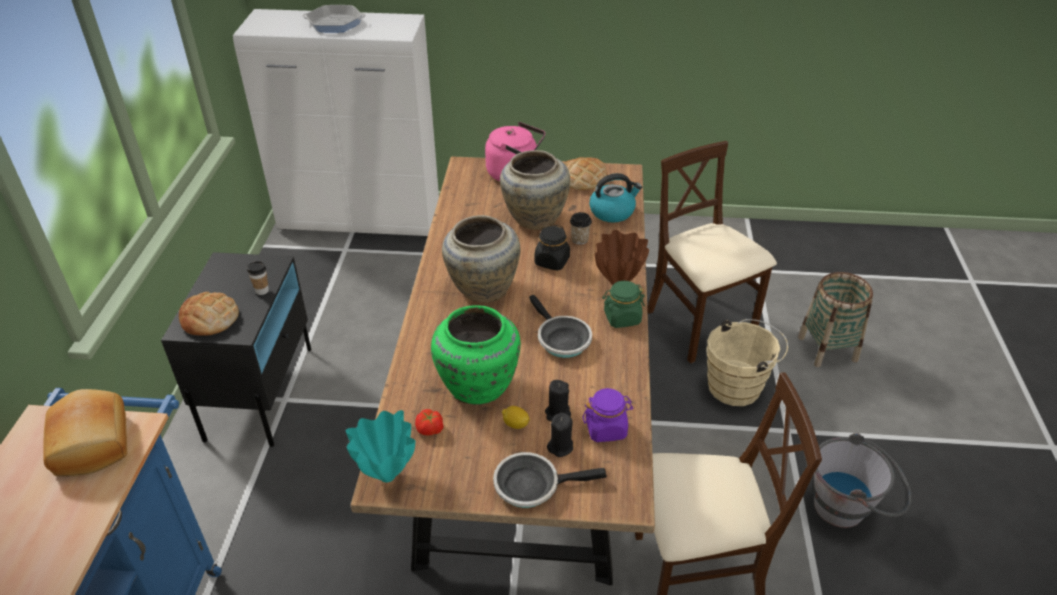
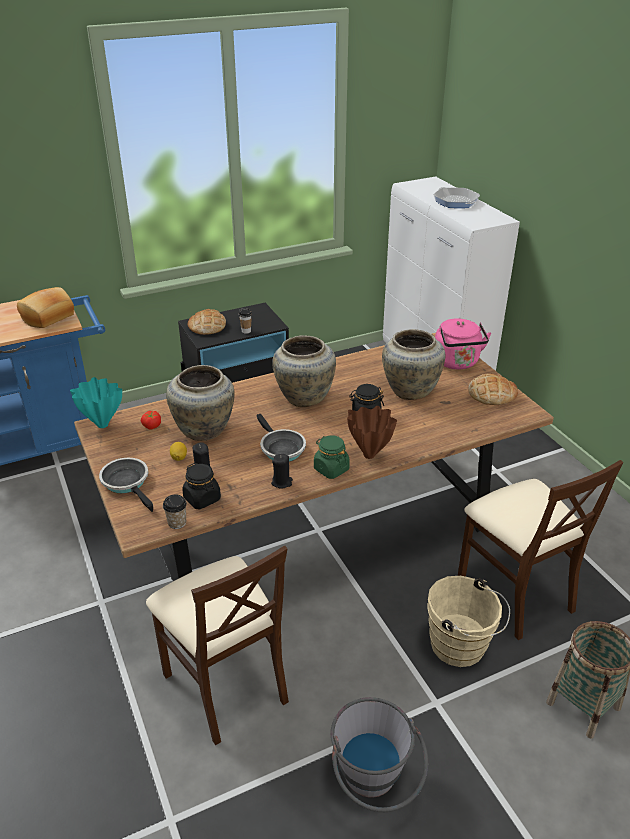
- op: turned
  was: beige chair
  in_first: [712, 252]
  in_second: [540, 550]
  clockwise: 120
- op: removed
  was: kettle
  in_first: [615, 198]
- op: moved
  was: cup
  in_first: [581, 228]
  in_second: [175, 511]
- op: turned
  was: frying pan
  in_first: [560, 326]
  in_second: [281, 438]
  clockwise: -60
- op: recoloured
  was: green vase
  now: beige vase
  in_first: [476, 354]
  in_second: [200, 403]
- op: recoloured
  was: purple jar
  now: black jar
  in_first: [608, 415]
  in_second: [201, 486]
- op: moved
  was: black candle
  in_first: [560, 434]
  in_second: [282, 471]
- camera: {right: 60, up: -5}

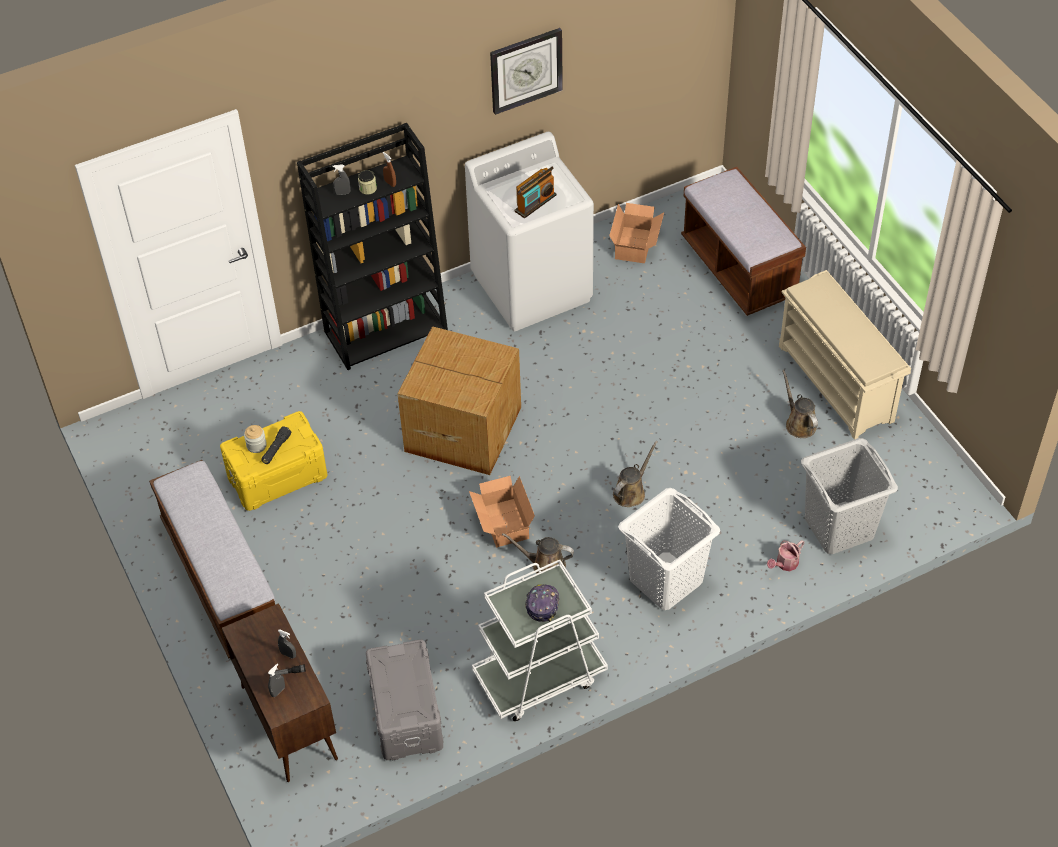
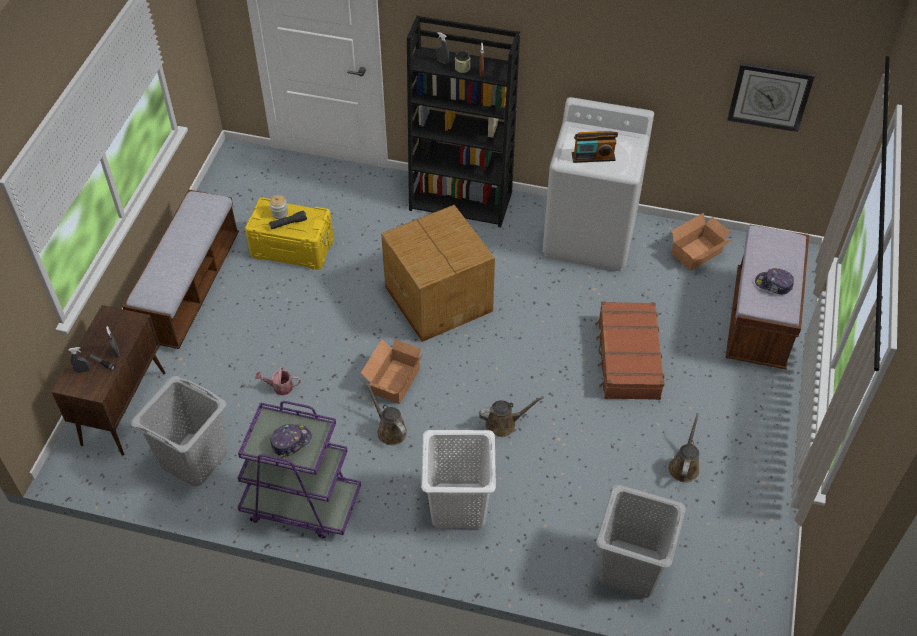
- op: moved
  was: wall clock
  in_first: [526, 71]
  in_second: [771, 97]
- op: removed
  was: beige shoe rack
  in_first: [845, 354]
- op: moved
  was: watering can
  in_first: [785, 555]
  in_second: [278, 381]
- op: recoloured
  was: white cart
  now: purple cart
  in_first: [540, 640]
  in_second: [299, 469]
- op: replaced
  was: grey storage box
  now: grey laundry basket
  in_first: [405, 699]
  in_second: [179, 431]
- op: added
  now: cap
  in_second: [774, 281]
- op: added
  now: brown suitcase
  in_second: [630, 351]
- camera: {right: 40, up: 0}

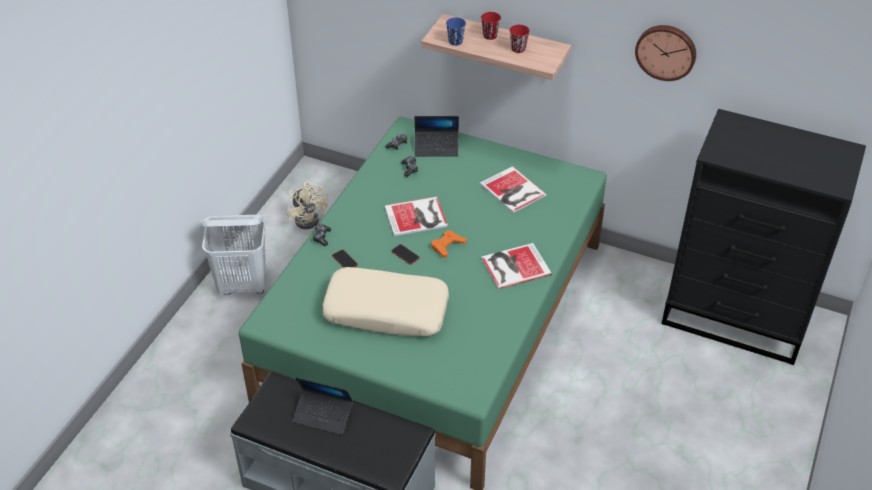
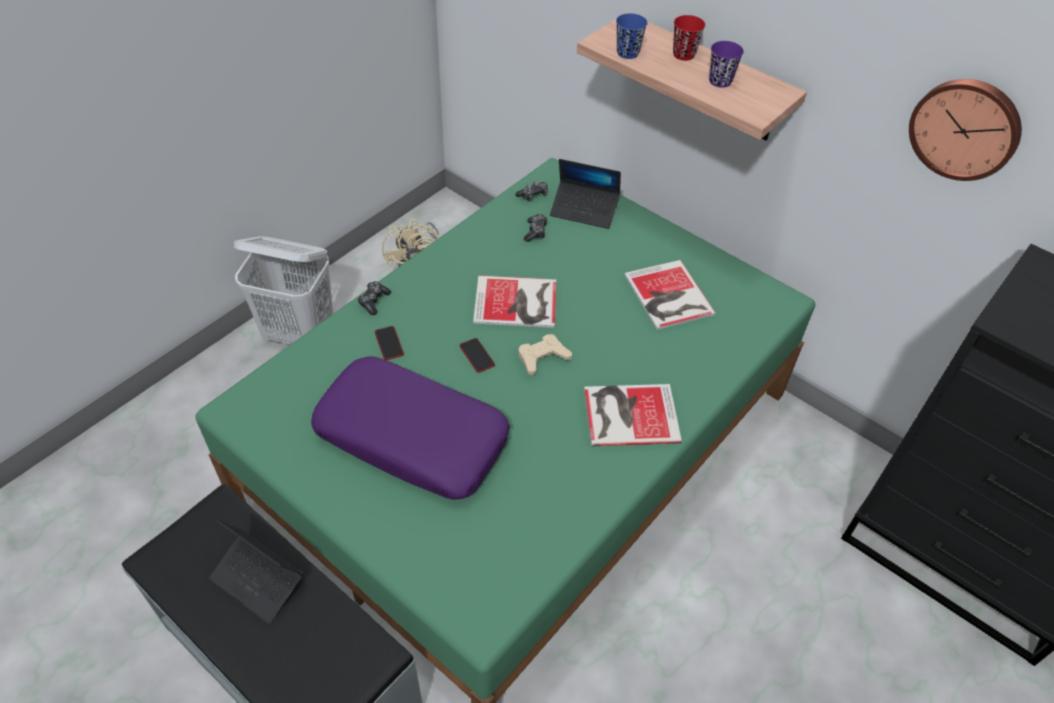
- op: recoloured
  was: red cup
  now: purple cup
  in_first: [519, 39]
  in_second: [726, 64]
- op: recoloured
  was: orange game controller
  now: beige game controller
  in_first: [449, 244]
  in_second: [545, 355]
- op: recoloured
  was: beige pillow
  now: purple pillow
  in_first: [385, 301]
  in_second: [410, 428]
- camera: {right: 15, up: 5}

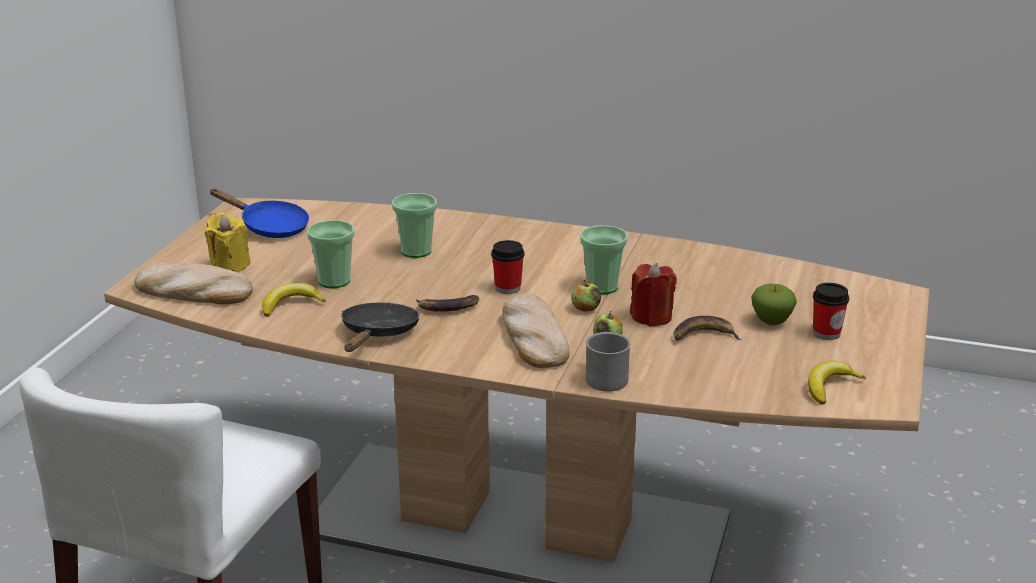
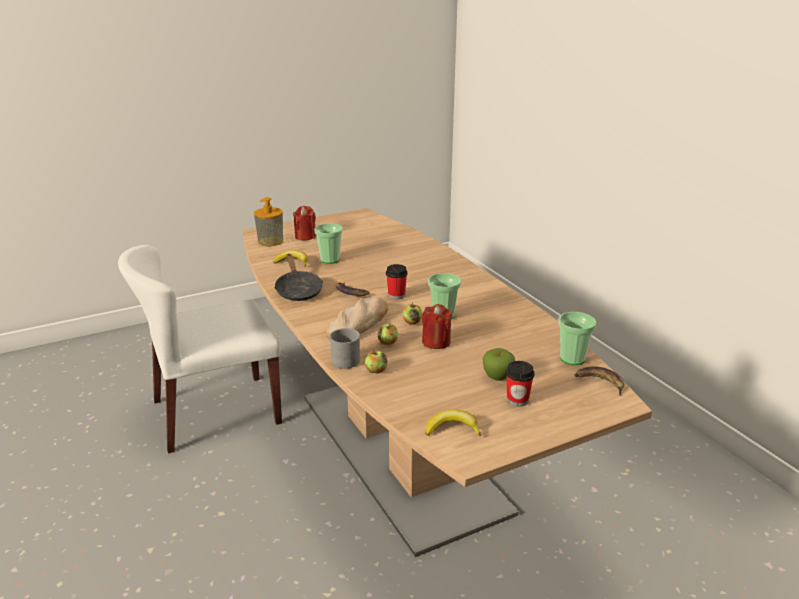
- op: removed
  was: blue frying pan
  in_first: [259, 213]
- op: moved
  was: cup
  in_first: [414, 225]
  in_second: [577, 338]
- op: recoloured
  was: yellow candle
  now: red candle
  in_first: [228, 242]
  in_second: [304, 223]
- op: replaced
  was: bread
  now: soap dispenser
  in_first: [193, 282]
  in_second: [268, 221]
- op: turned
  was: black frying pan
  in_first: [380, 327]
  in_second: [298, 277]
  clockwise: 105
- op: moved
  was: banana
  in_first: [707, 328]
  in_second: [600, 381]
- op: added
  now: apple
  in_second: [376, 361]
- camera: {right: 45, up: 0}

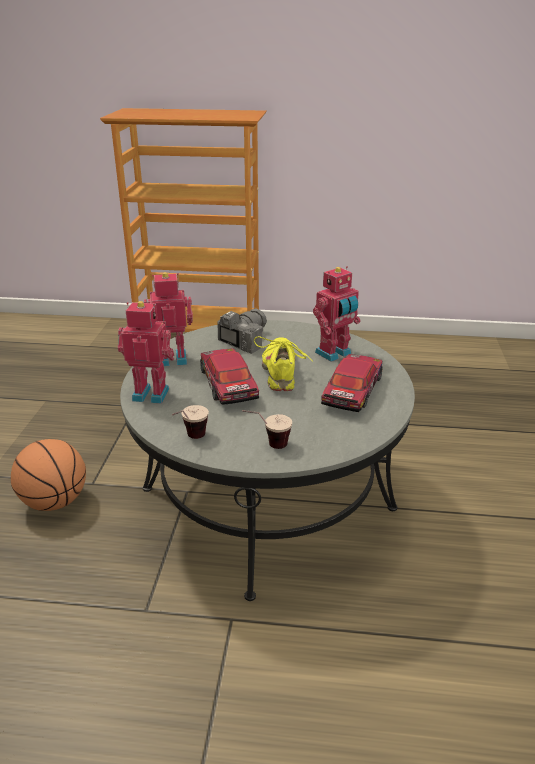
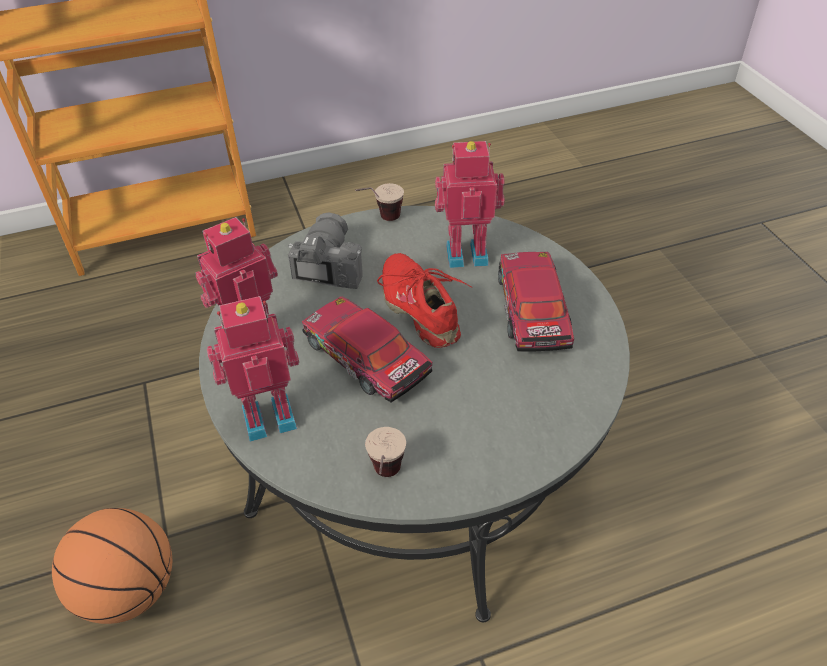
- op: turned
  was: toy robot
  in_first: [336, 314]
  in_second: [470, 204]
  clockwise: -120
- op: recoloured
  was: yellow shoe
  now: red shoe
  in_first: [283, 363]
  in_second: [424, 300]
- op: moved
  was: cup
  in_first: [267, 429]
  in_second: [379, 202]
- camera: {right: -25, up: 15}

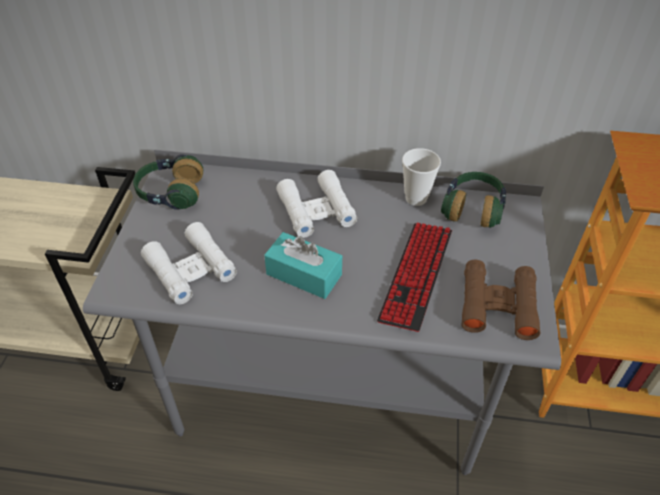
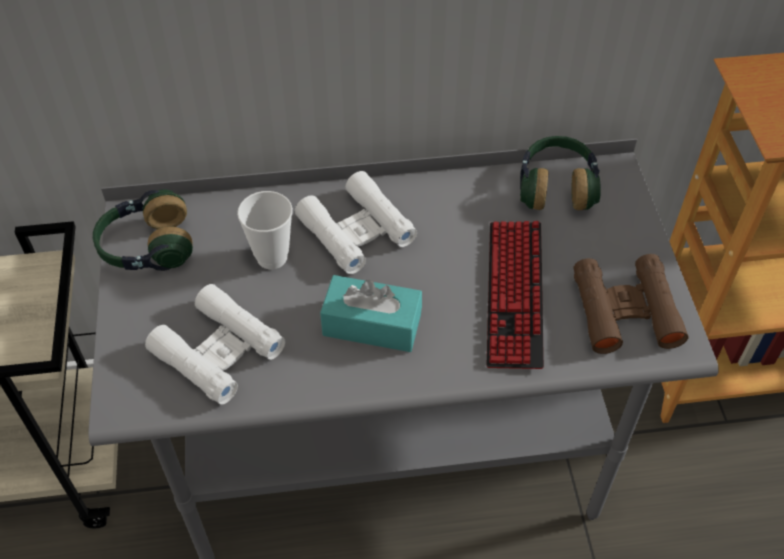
- op: moved
  was: cup
  in_first: [421, 177]
  in_second: [265, 230]
- camera: {right: -15, up: 5}

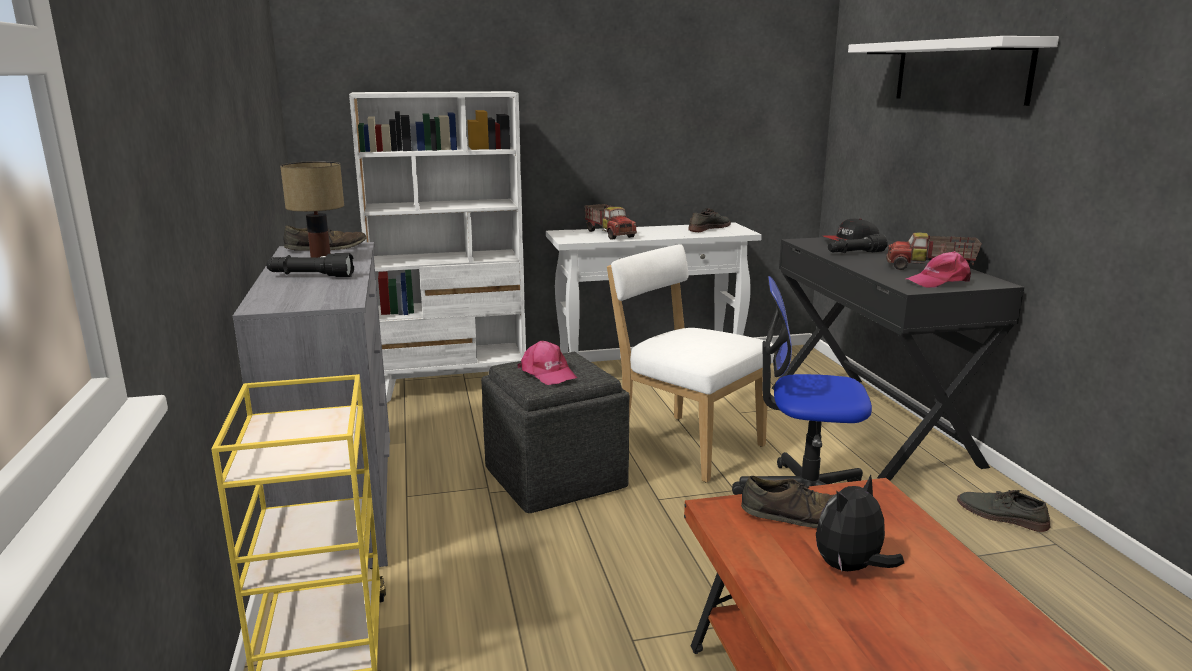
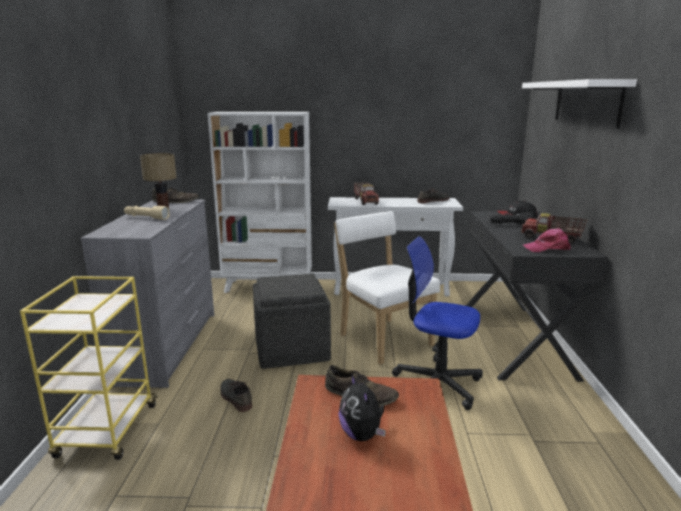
- op: recoloured
  was: black flashlight
  now: beige flashlight
  in_first: [310, 265]
  in_second: [147, 212]
- op: removed
  was: pink cap
  in_first: [547, 363]
- op: turned
  was: plush toy
  in_first: [860, 523]
  in_second: [362, 407]
  clockwise: -90
- op: moved
  was: grey shoe
  in_first: [1003, 511]
  in_second: [236, 395]
- camera: {right: 15, up: 0}

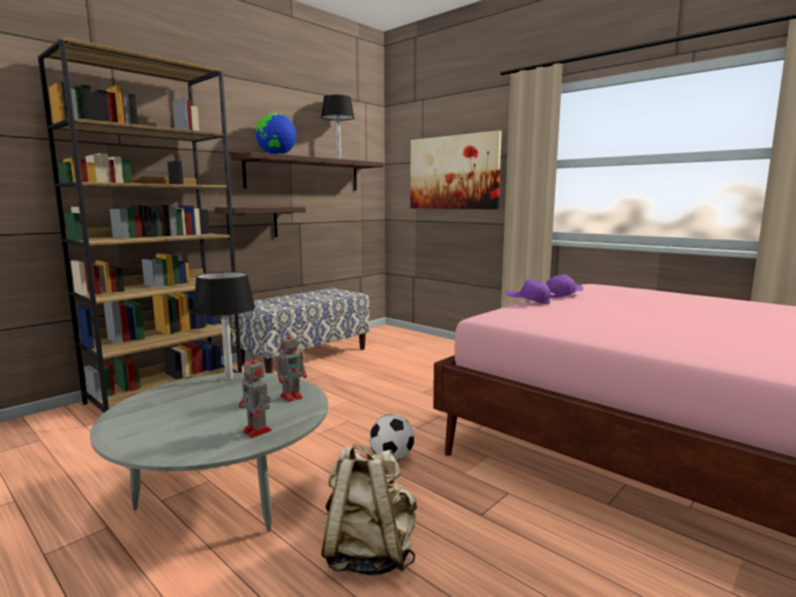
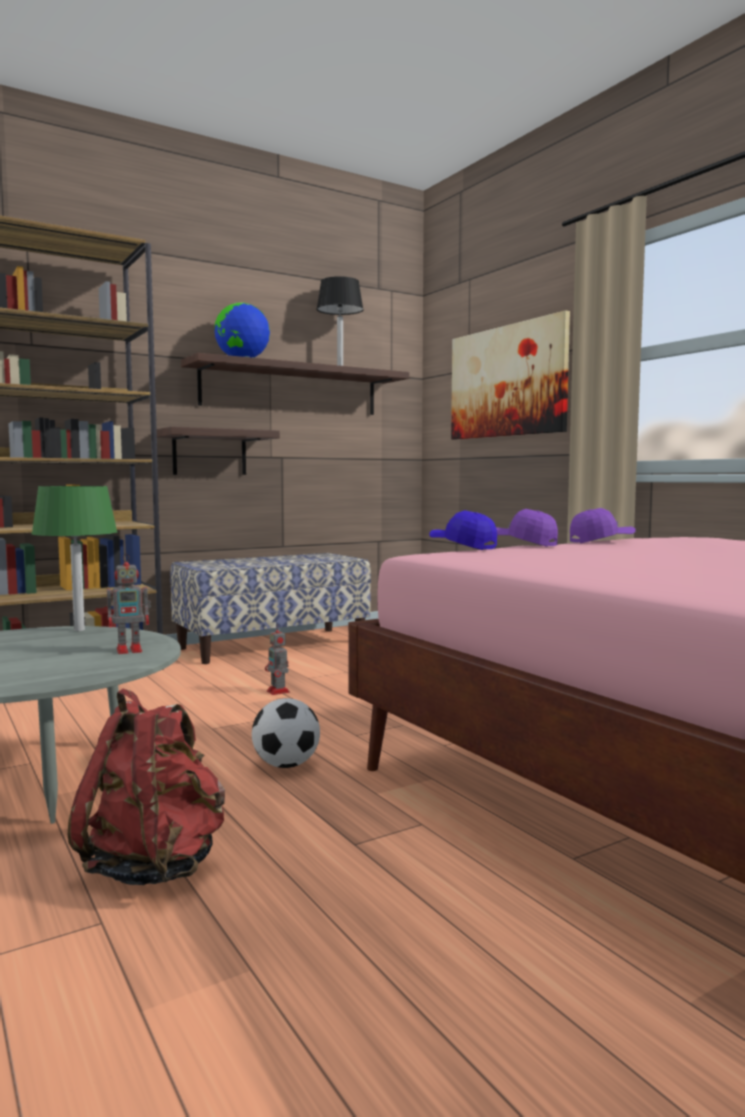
- op: recoloured
  was: black table lamp
  now: green table lamp
  in_first: [224, 326]
  in_second: [74, 558]
- op: moved
  was: toy robot
  in_first: [255, 395]
  in_second: [277, 659]
- op: recoloured
  was: beige backpack
  now: red backpack
  in_first: [369, 510]
  in_second: [146, 787]
- op: added
  now: blue cap
  in_second: [463, 530]
- camera: {right: 15, up: -5}

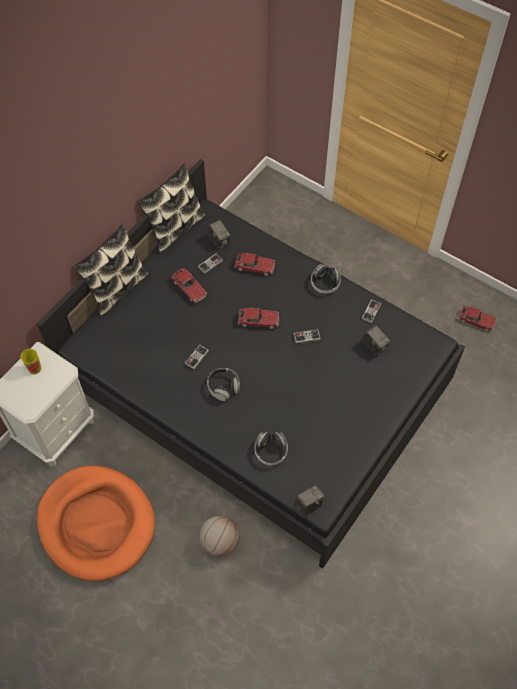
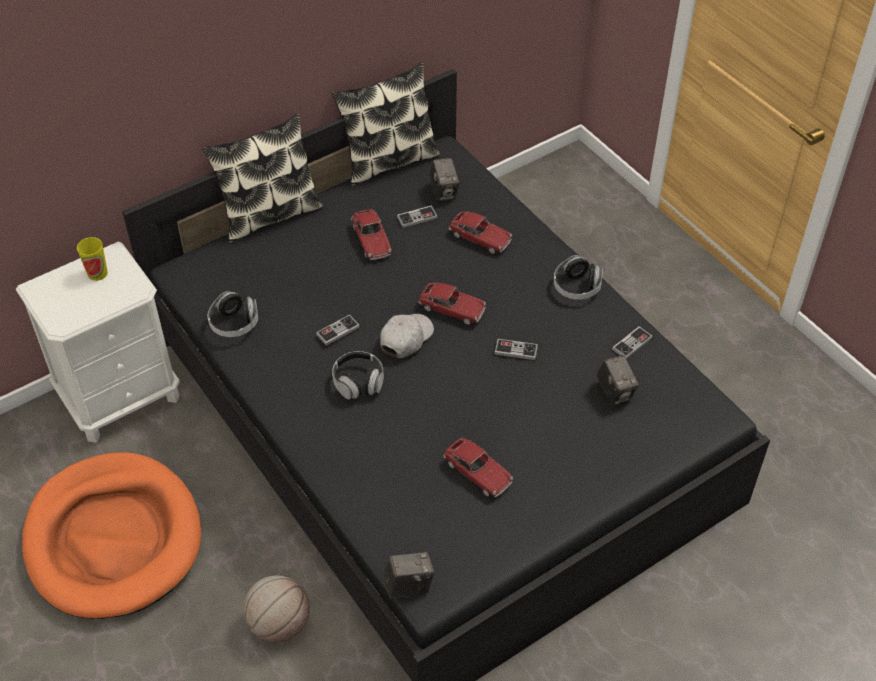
- op: moved
  was: toy car
  in_first: [477, 318]
  in_second: [478, 467]
- op: moved
  was: headphones
  in_first: [271, 448]
  in_second: [233, 314]
- op: added
  now: white cap
  in_second: [407, 336]
- camera: {right: 20, up: -10}

